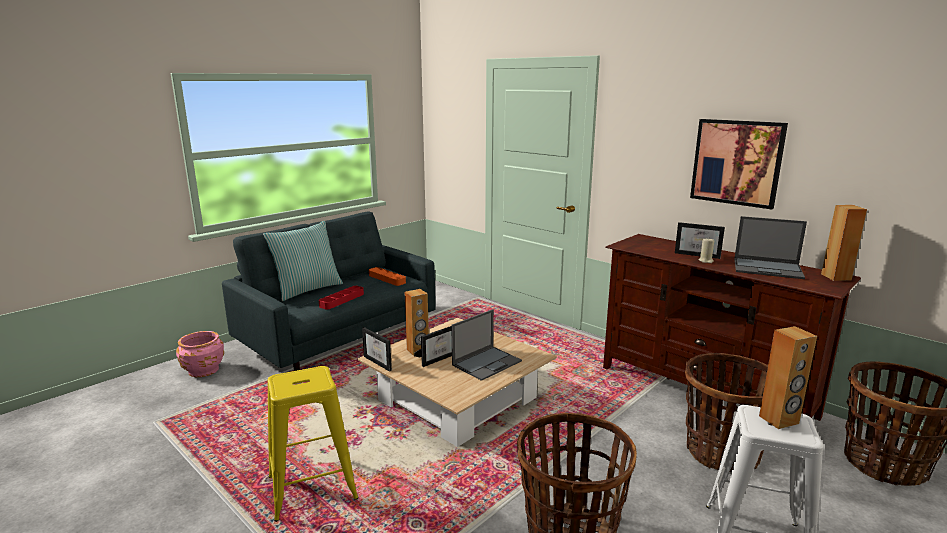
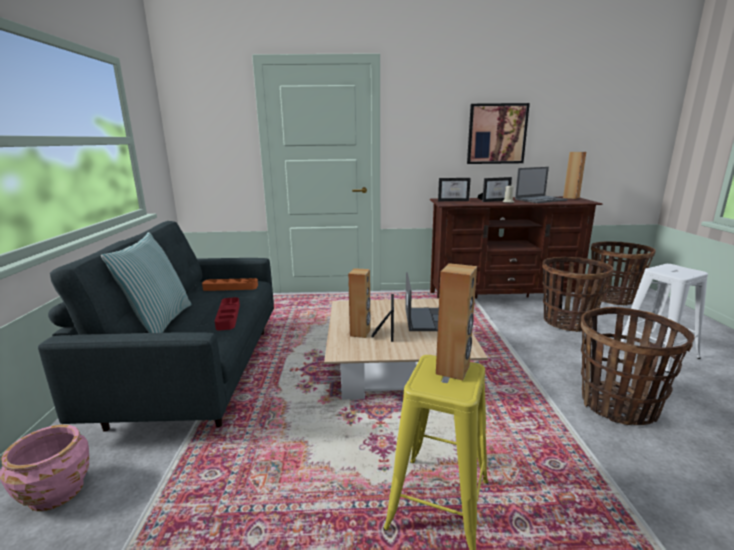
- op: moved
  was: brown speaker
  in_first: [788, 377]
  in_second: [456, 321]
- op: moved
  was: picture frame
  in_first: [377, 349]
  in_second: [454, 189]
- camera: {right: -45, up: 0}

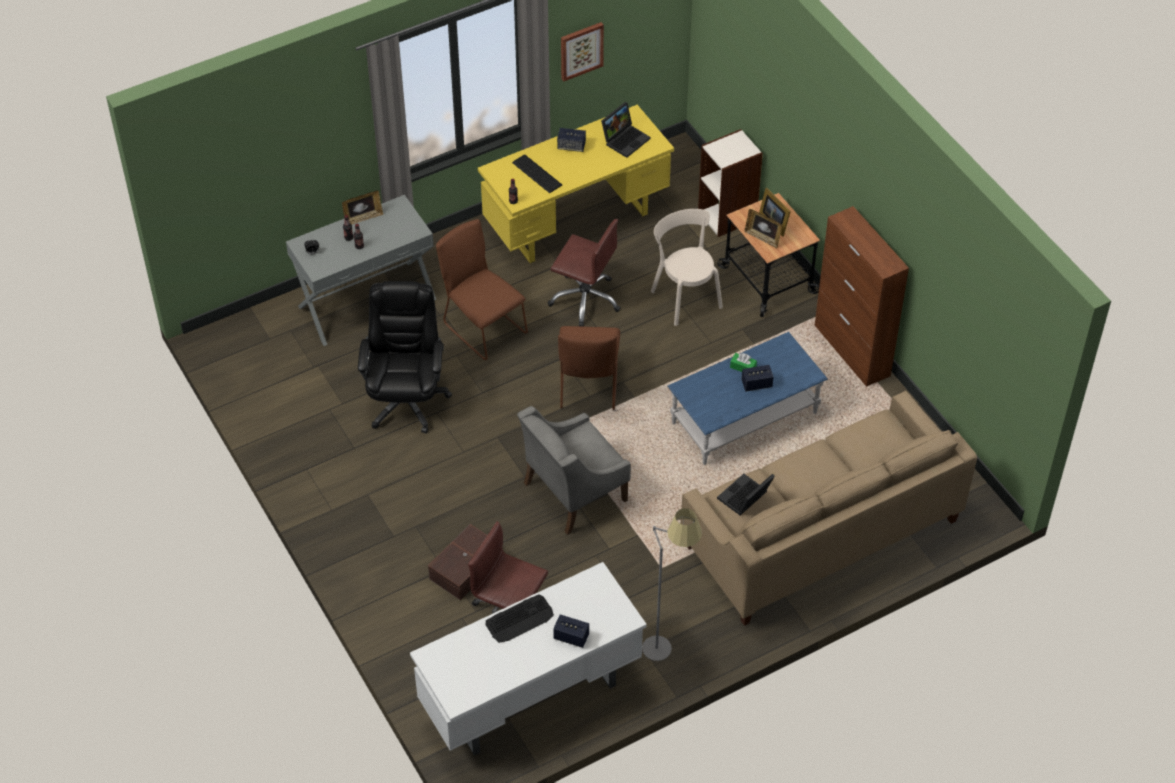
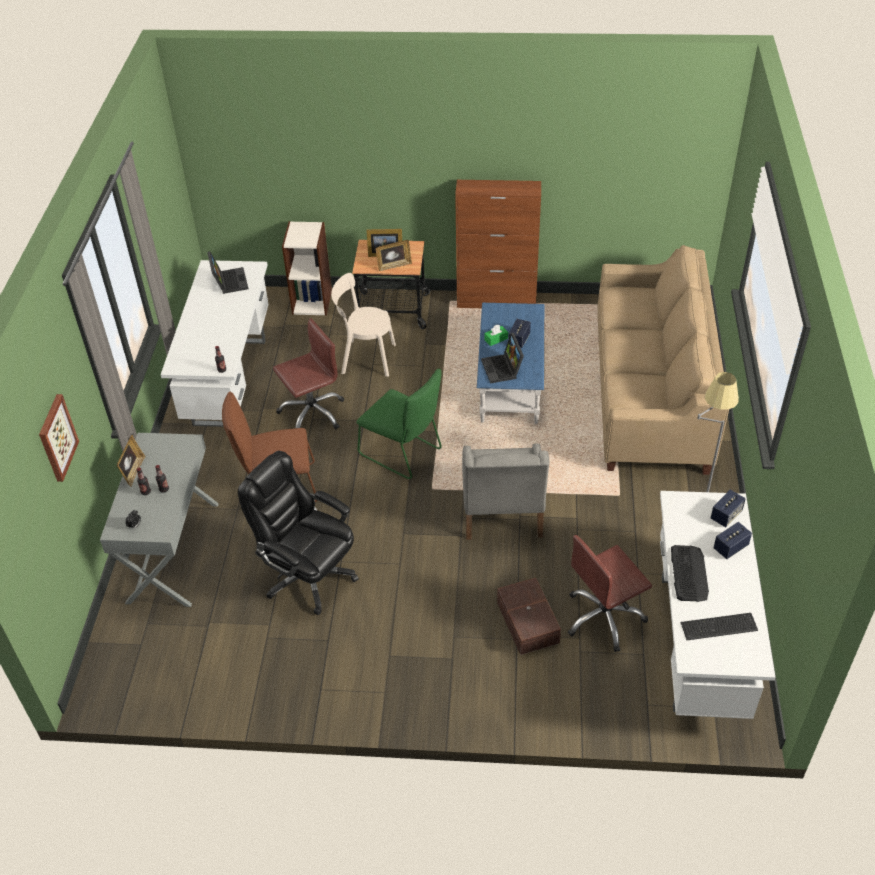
- op: moved
  was: picture
  in_first: [582, 51]
  in_second: [59, 438]
- op: recoloured
  was: yellow desk
  now: white desk
  in_first: [576, 184]
  in_second: [215, 343]
- op: moved
  was: speaker
  in_first: [571, 140]
  in_second: [728, 508]
- op: moved
  was: keyboard
  in_first: [537, 174]
  in_second: [719, 626]
- op: recoloured
  was: brown chair
  now: green chair
  in_first: [589, 368]
  in_second: [399, 424]
- op: moved
  was: laptop
  in_first: [746, 494]
  in_second: [502, 358]
- camera: {right: -55, up: -5}

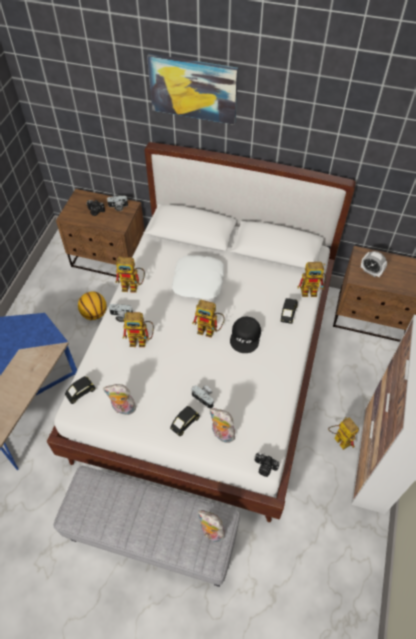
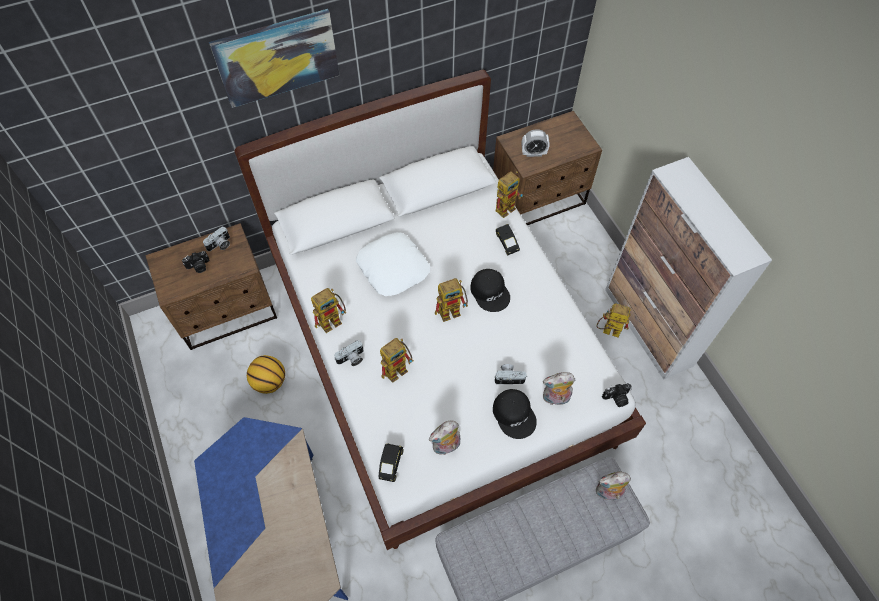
- op: replaced
  was: black toy car
  now: black cap
  in_first: [185, 421]
  in_second: [515, 414]
- camera: {right: -40, up: 5}

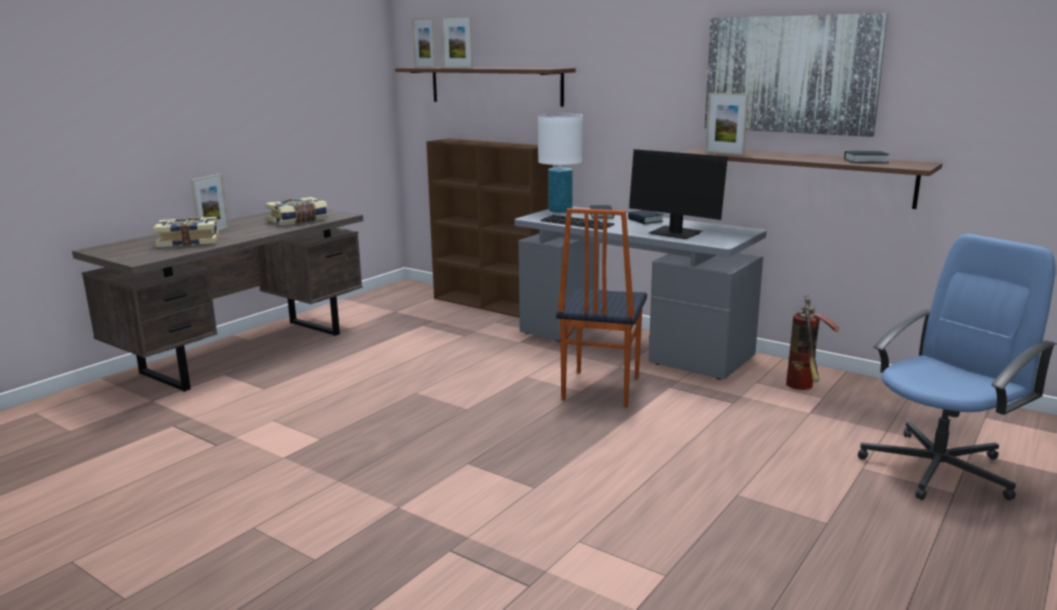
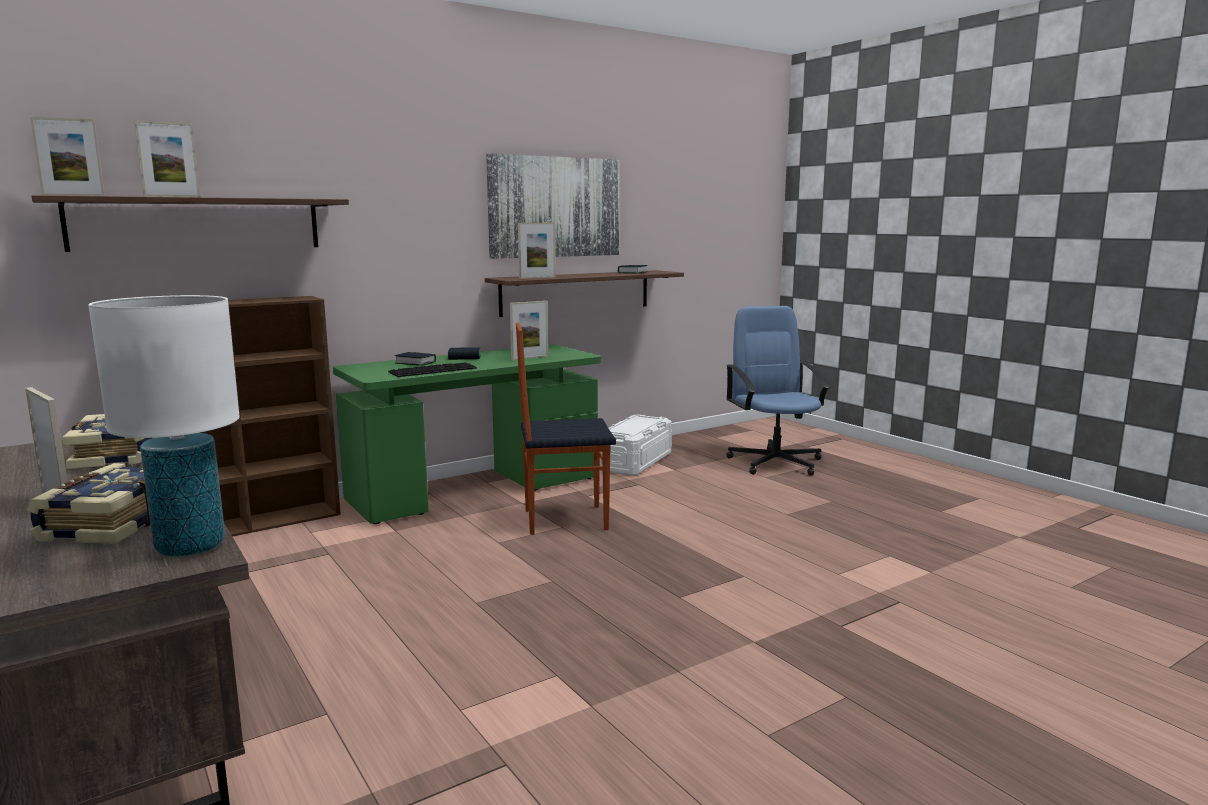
- op: moved
  was: white table lamp
  in_first: [560, 163]
  in_second: [163, 426]
- op: replaced
  was: monitor
  now: picture frame
  in_first: [678, 194]
  in_second: [529, 330]
- op: recoloured
  was: grey desk
  now: green desk
  in_first: [640, 293]
  in_second: [467, 434]
- op: turned
  was: chair
  in_first: [601, 307]
  in_second: [566, 429]
  clockwise: 135
- op: replaced
  was: fire extinguisher
  now: white storage box
  in_first: [812, 342]
  in_second: [636, 445]
- camera: {right: -70, up: -5}

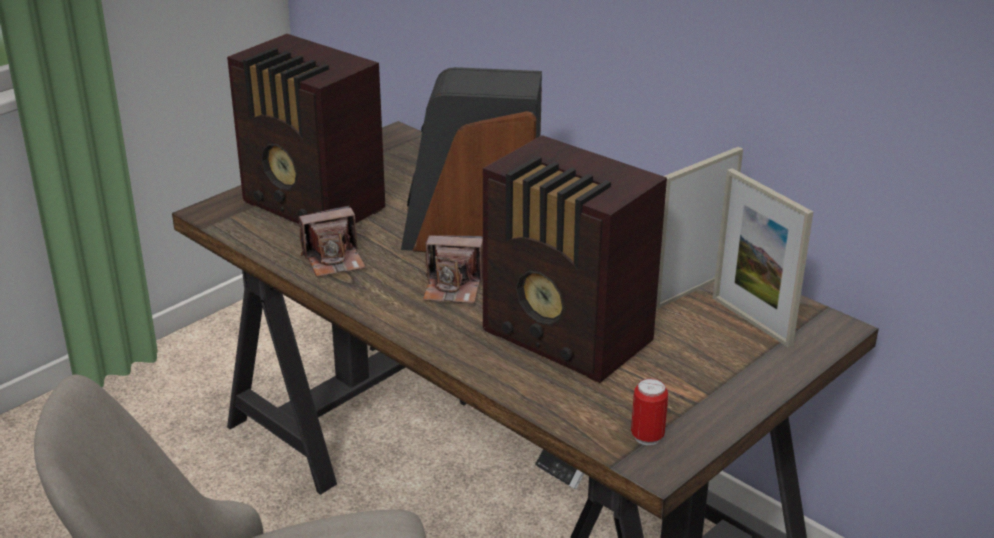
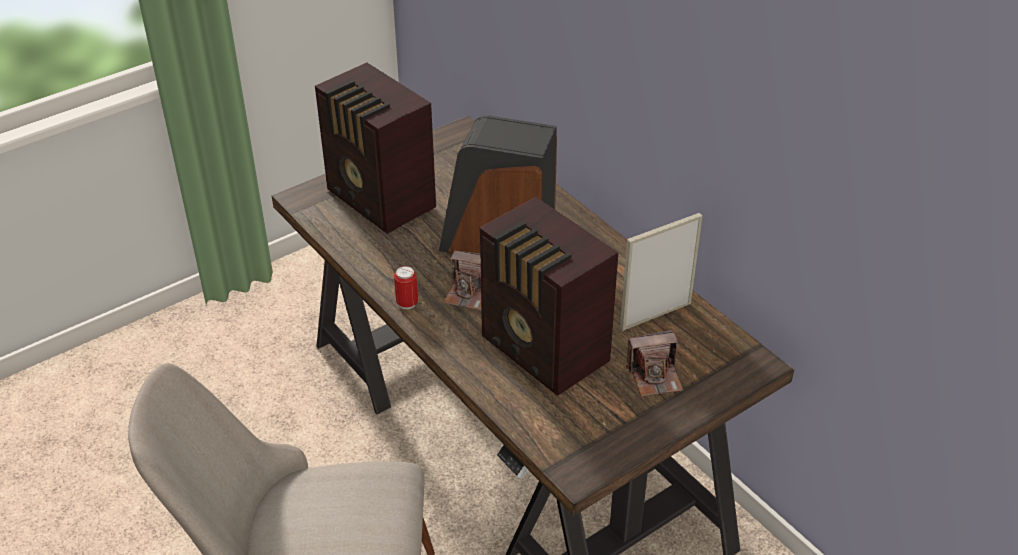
- op: removed
  was: picture frame
  in_first: [763, 257]
- op: moved
  was: photo camera
  in_first: [332, 241]
  in_second: [654, 363]
- op: moved
  was: can
  in_first: [649, 411]
  in_second: [406, 287]
- camera: {right: 10, up: 10}

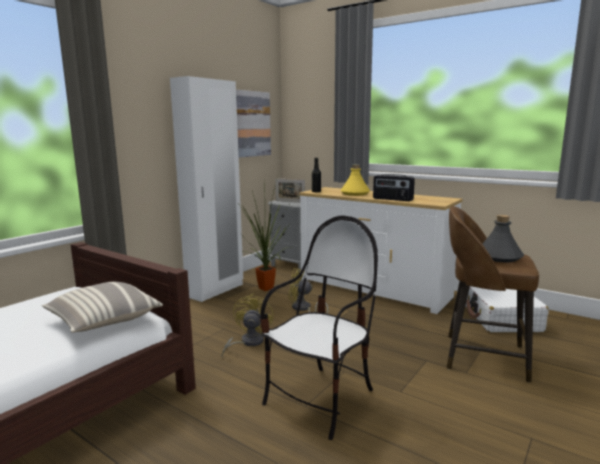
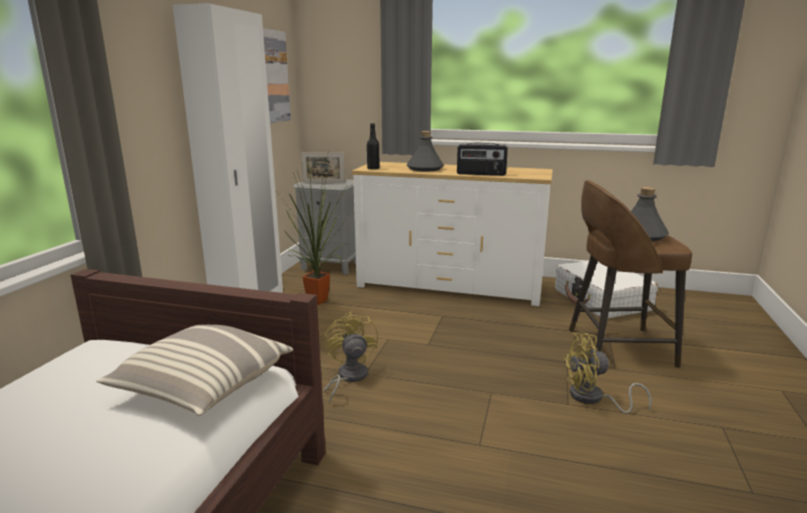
- op: recoloured
  was: yellow bottle
  now: grey bottle
  in_first: [355, 180]
  in_second: [425, 151]
- op: removed
  was: chair
  in_first: [319, 327]
- op: moved
  was: yellow fan
  in_first: [308, 291]
  in_second: [607, 373]
- camera: {right: -20, up: 5}

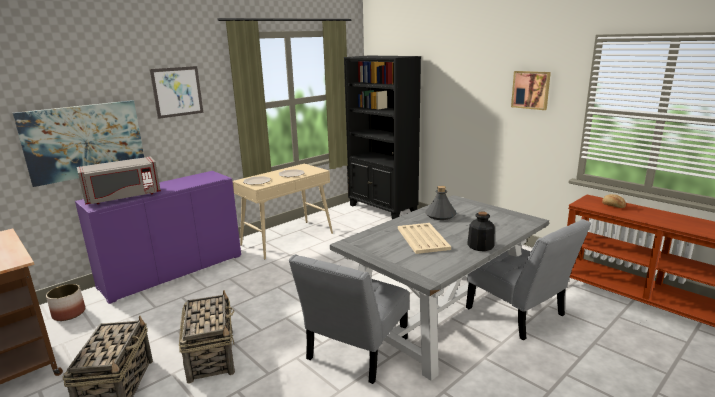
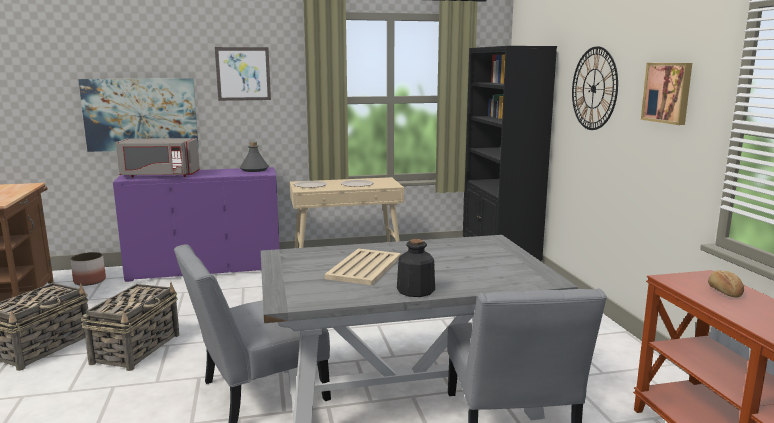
- op: moved
  was: grey bottle
  in_first: [441, 203]
  in_second: [254, 157]
- op: added
  now: wall clock
  in_second: [595, 88]
- camera: {right: 30, up: -5}

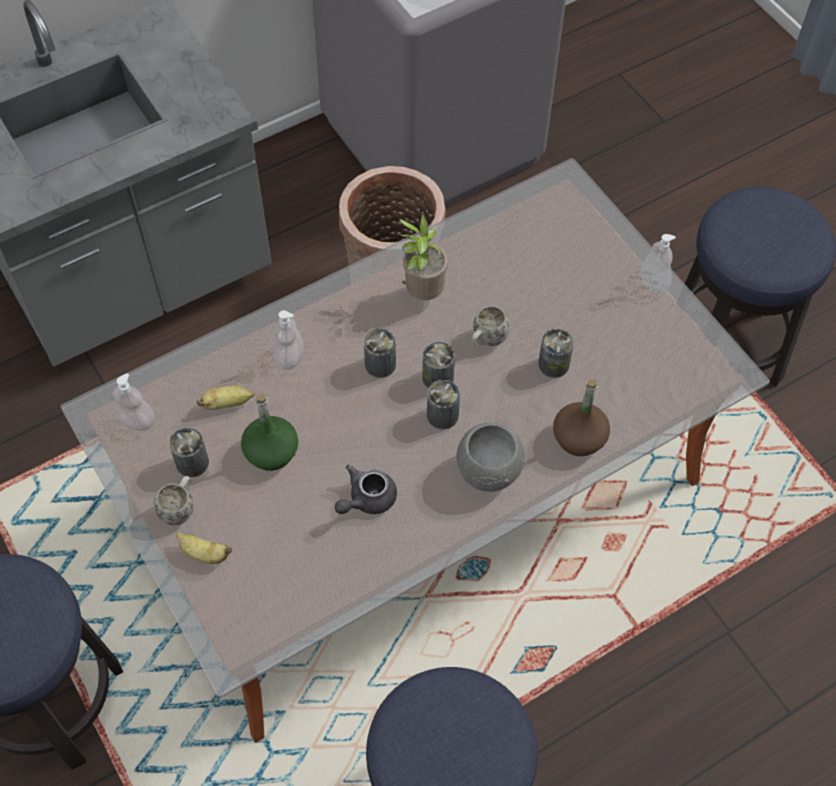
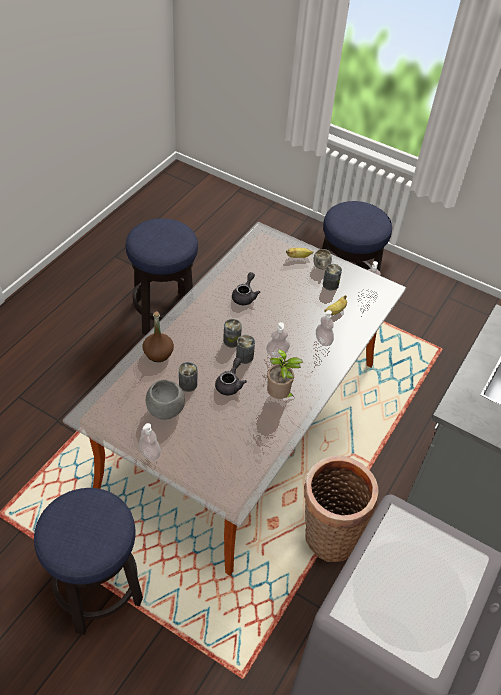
- op: replaced
  was: white mug
  now: grey teapot
  in_first: [490, 326]
  in_second: [231, 376]
- op: replaced
  was: can
  now: soap dispenser
  in_first: [380, 353]
  in_second: [278, 339]
- op: removed
  was: green bottle
  in_first: [269, 432]
- op: moved
  was: grey bowl
  in_first: [491, 457]
  in_second: [165, 400]
- camera: {right: 150, up: -10}

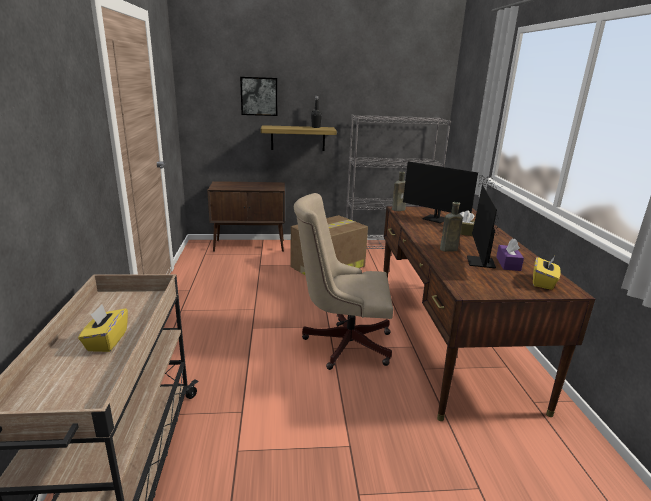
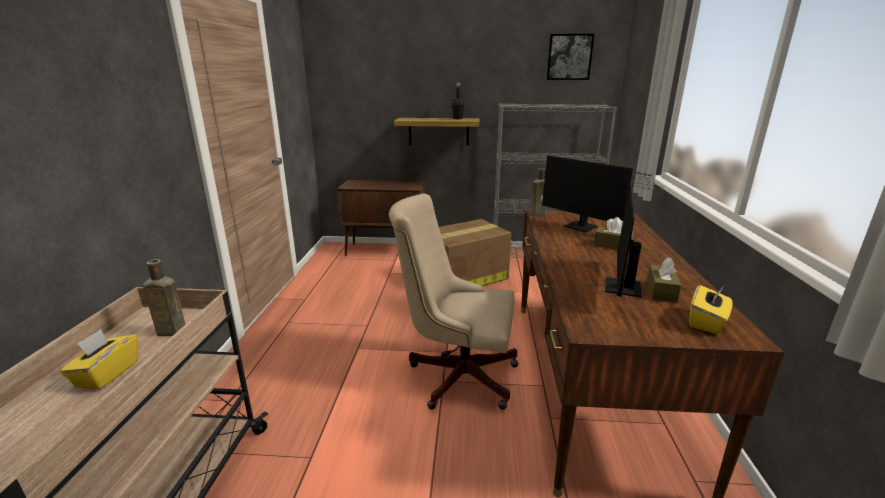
- op: moved
  was: picture
  in_first: [258, 96]
  in_second: [570, 57]
- op: moved
  was: brown bottle
  in_first: [451, 227]
  in_second: [164, 297]
- op: recoloured
  was: purple tissue box
  now: brown tissue box
  in_first: [510, 255]
  in_second: [664, 280]
- camera: {right: 10, up: 0}

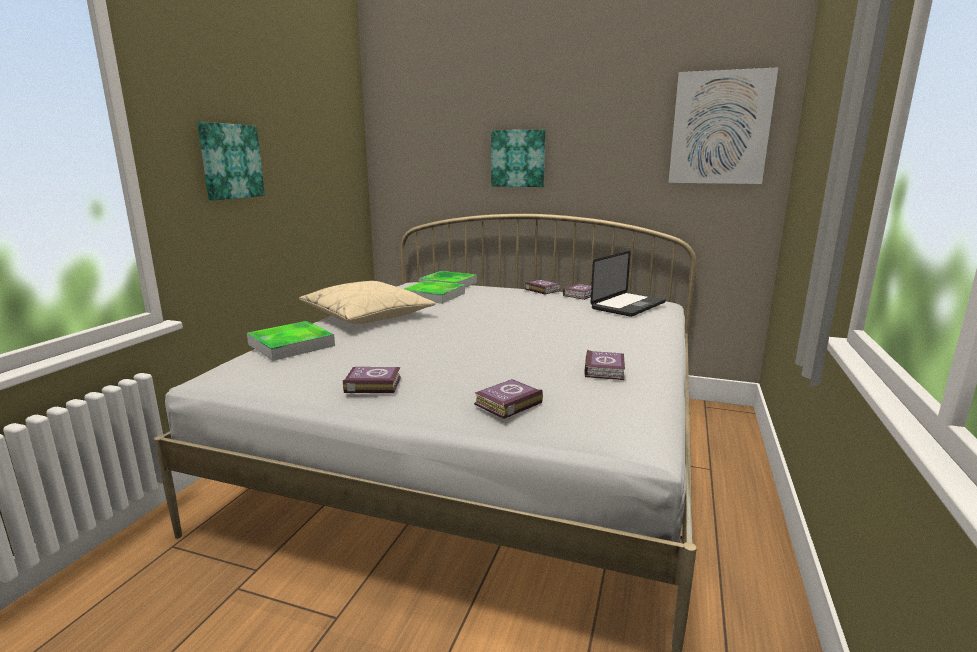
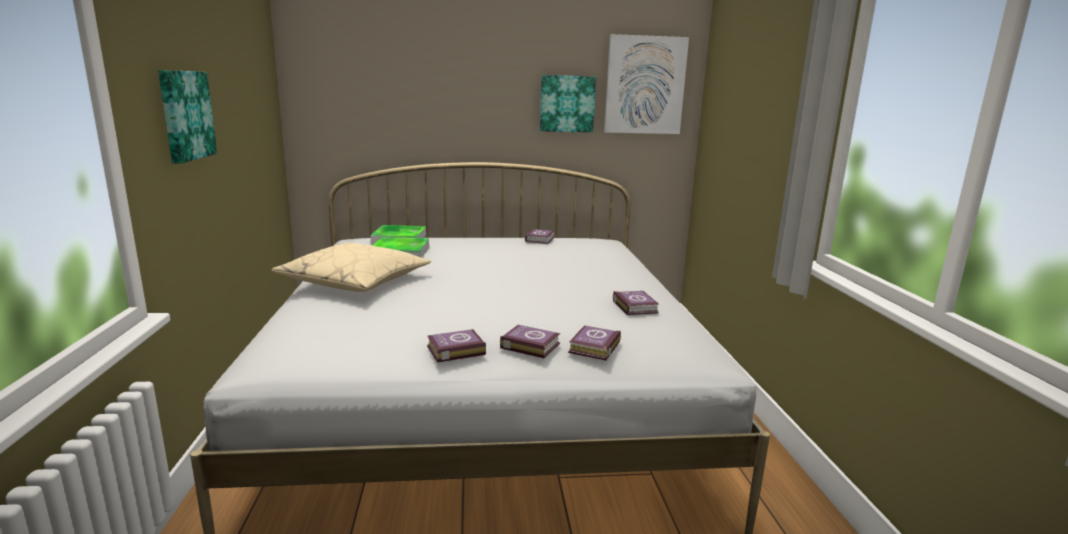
- op: moved
  was: picture
  in_first: [518, 158]
  in_second: [568, 103]
- op: removed
  was: laptop
  in_first: [628, 284]
- op: moved
  was: book
  in_first: [542, 287]
  in_second: [530, 341]
- op: removed
  was: tray
  in_first: [291, 341]
- camera: {right: -25, up: 0}

